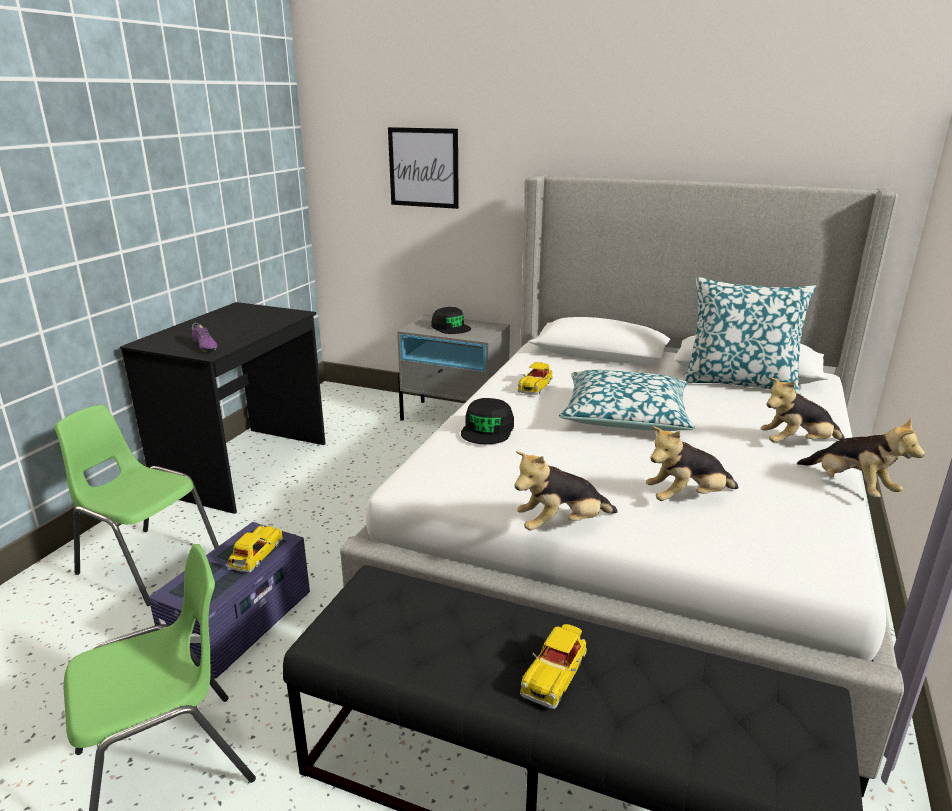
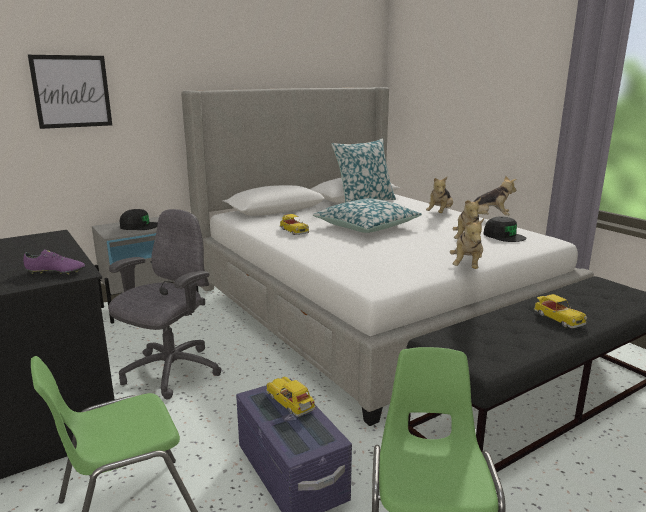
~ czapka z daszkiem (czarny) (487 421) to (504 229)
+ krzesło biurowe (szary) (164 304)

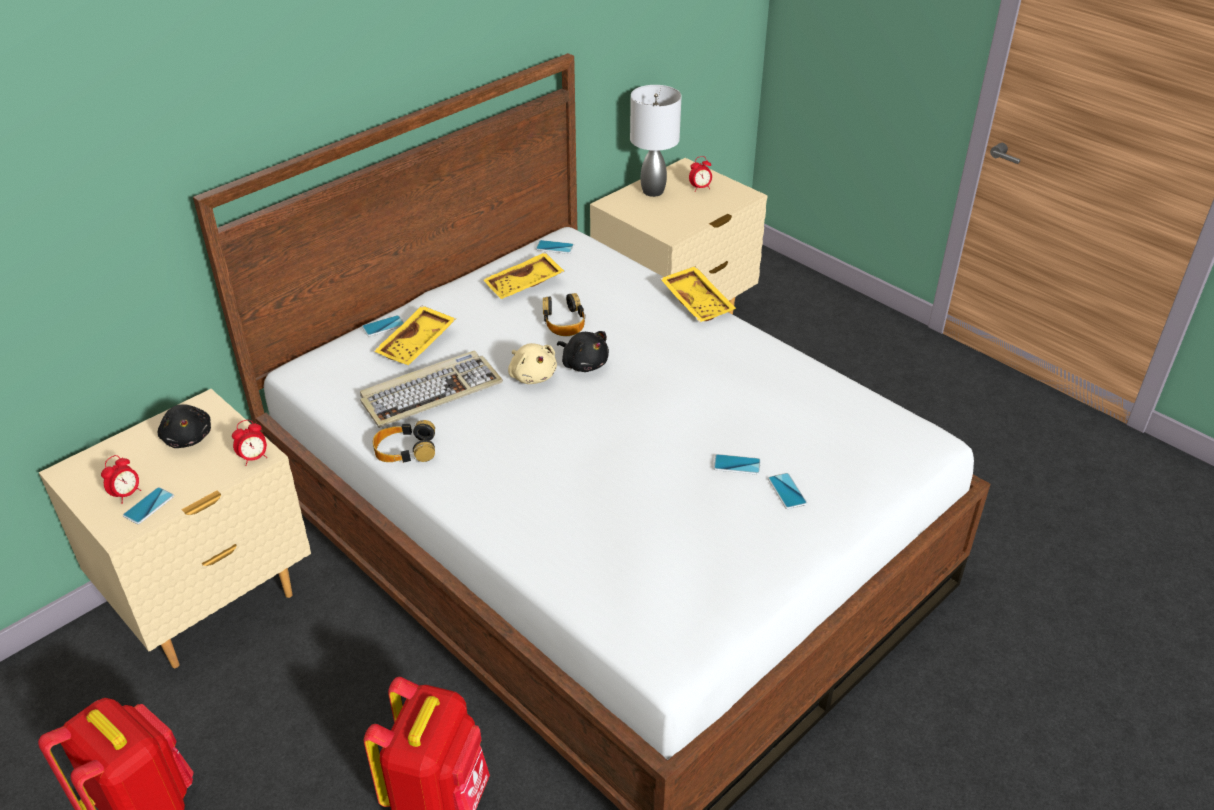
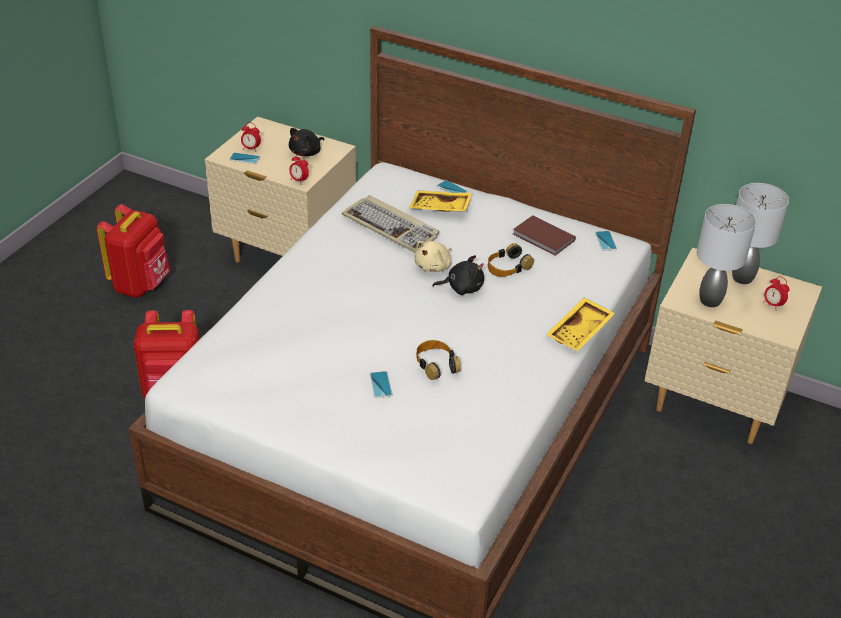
~ słuchawki (404 441) to (439 360)
~ taca (żółty) (523 275) to książka (brązowy) (544 235)
~ pluszak (czarny) (583 351) = (458 275) 120 degrees counterclockwise
- telefon (787 491)
+ lampa stołowa (szary) (726 255)

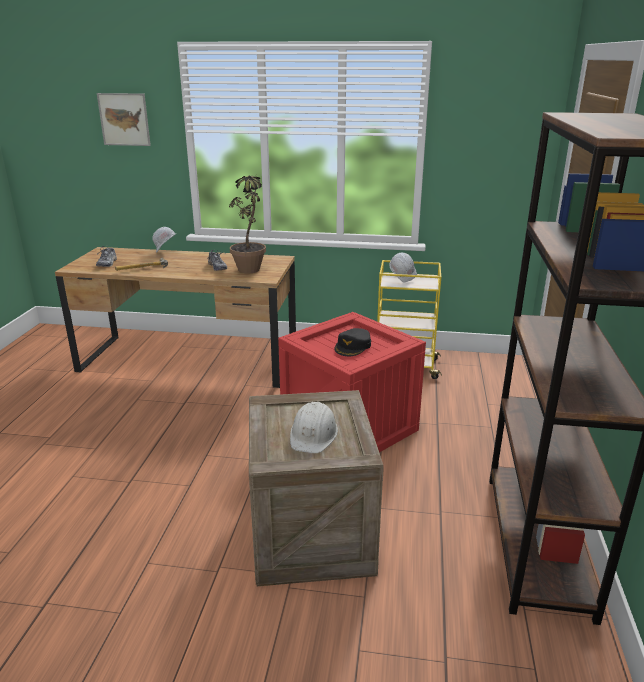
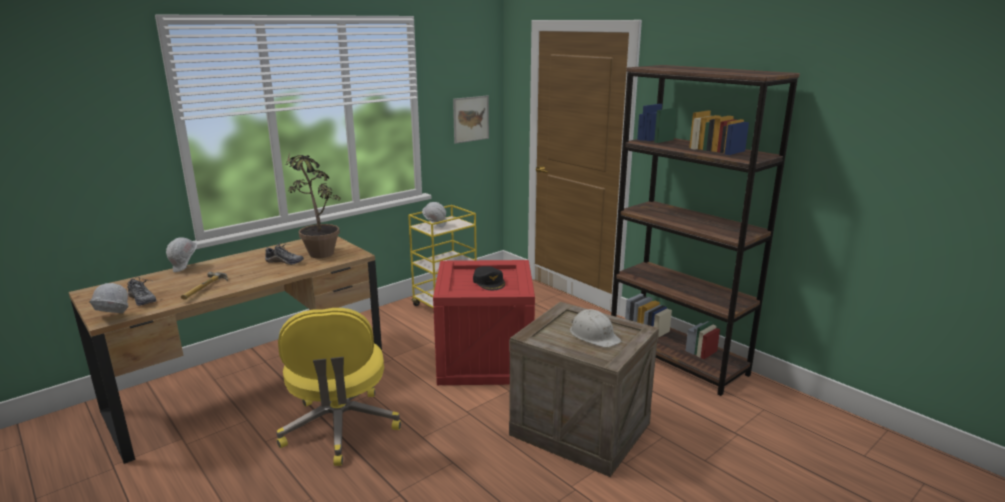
~ obraz (124 119) to (471 119)
+ kask (biały) (108 298)
+ krzesło biurowe (żółty) (339 387)

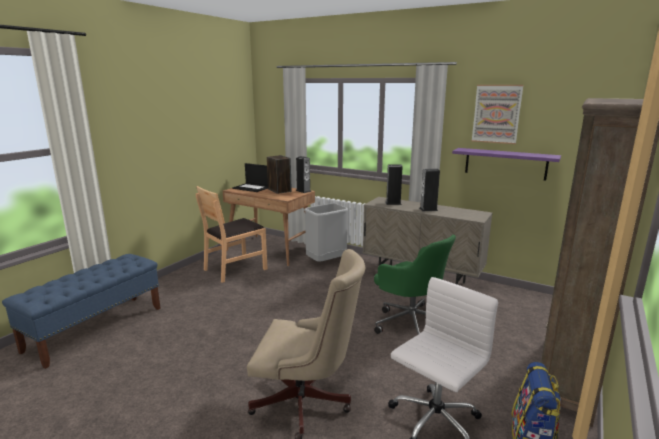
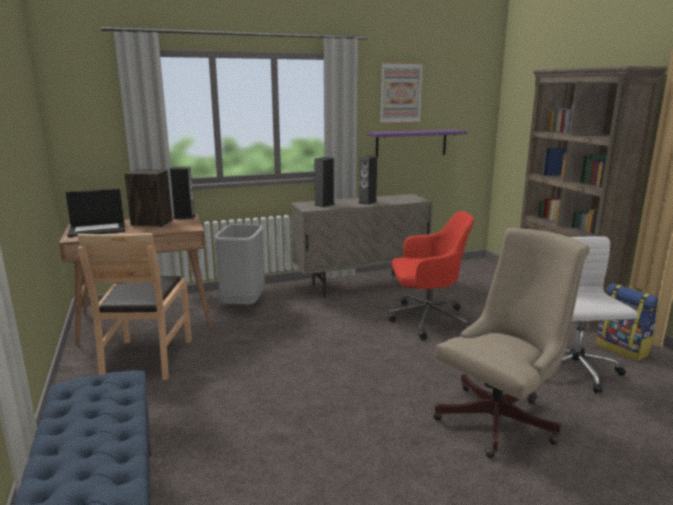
~ krzesło biurowe (zielony) (415 285) to krzesło biurowe (czerwony) (431 275)

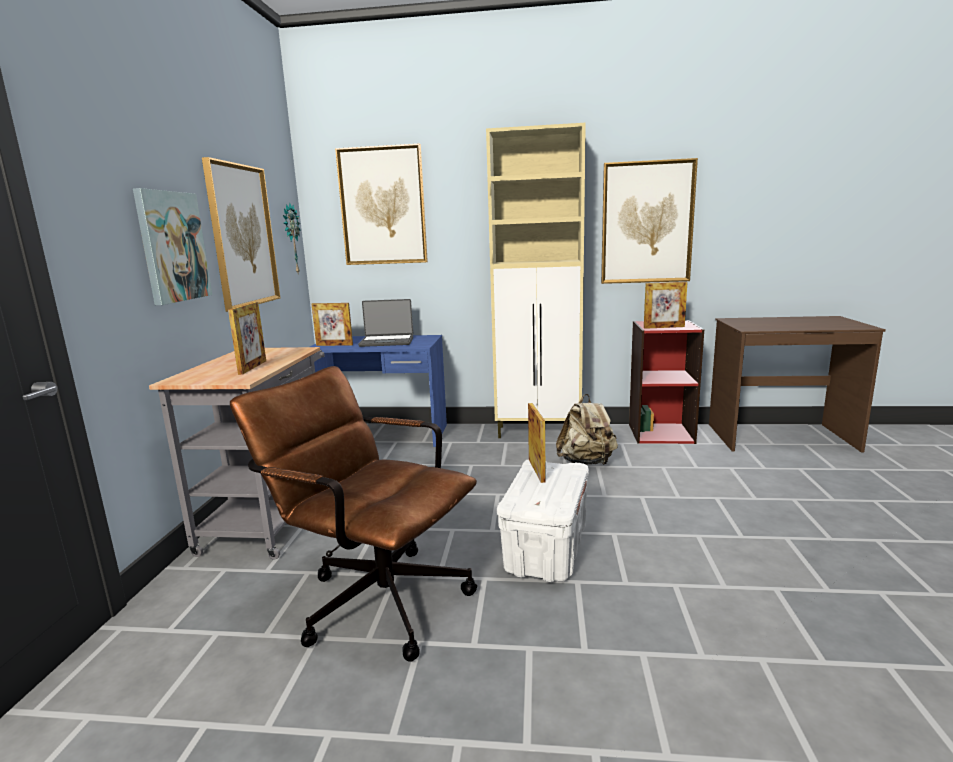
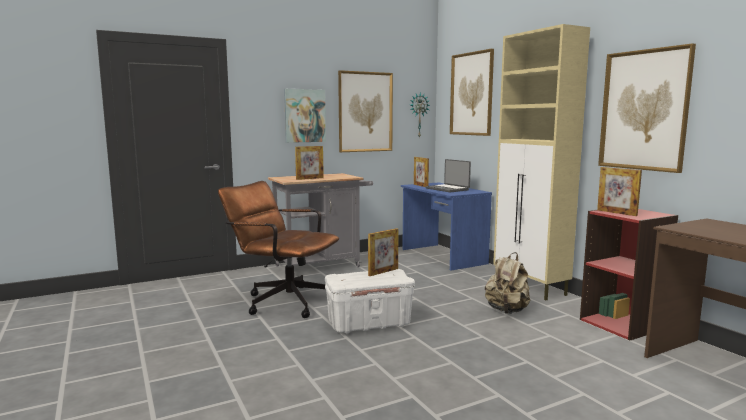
~ krzesło biurowe (brązowy) (353 514) = (278 249) 60 degrees counterclockwise

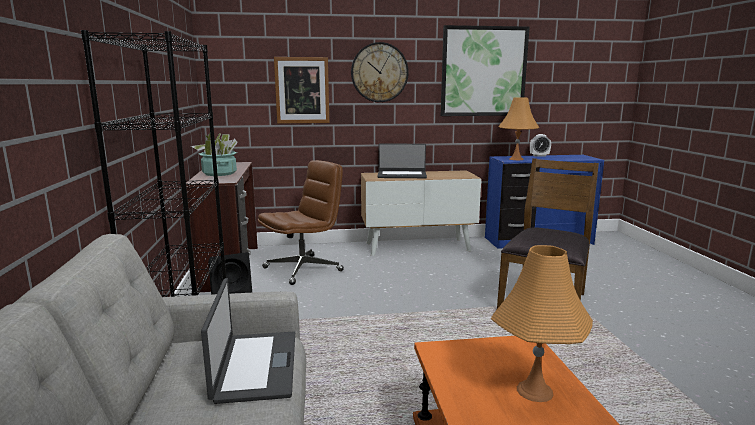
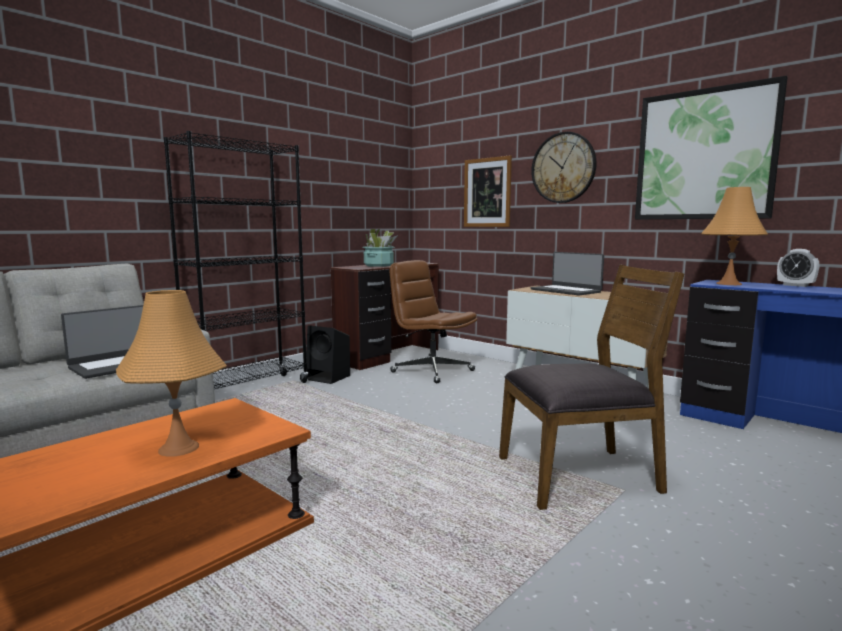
~ krzesło biurowe (brązowy) (301 222) = (433 321) 150 degrees counterclockwise

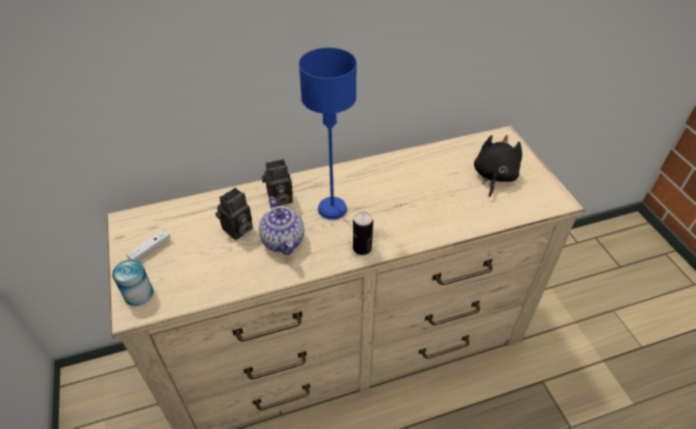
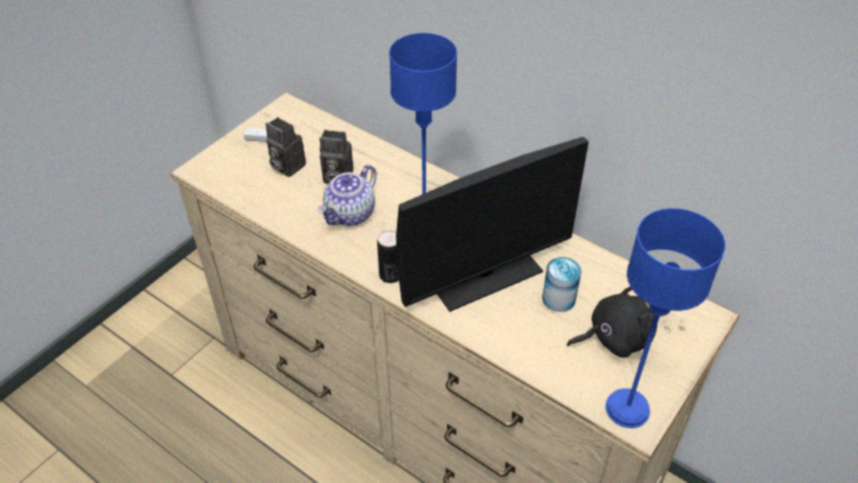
~ puszka (132 282) to (561 284)
~ aparat fotograficzny (277 182) to (286 147)
+ monitor (492 224)
+ lampa stołowa (niebieski) (665 318)

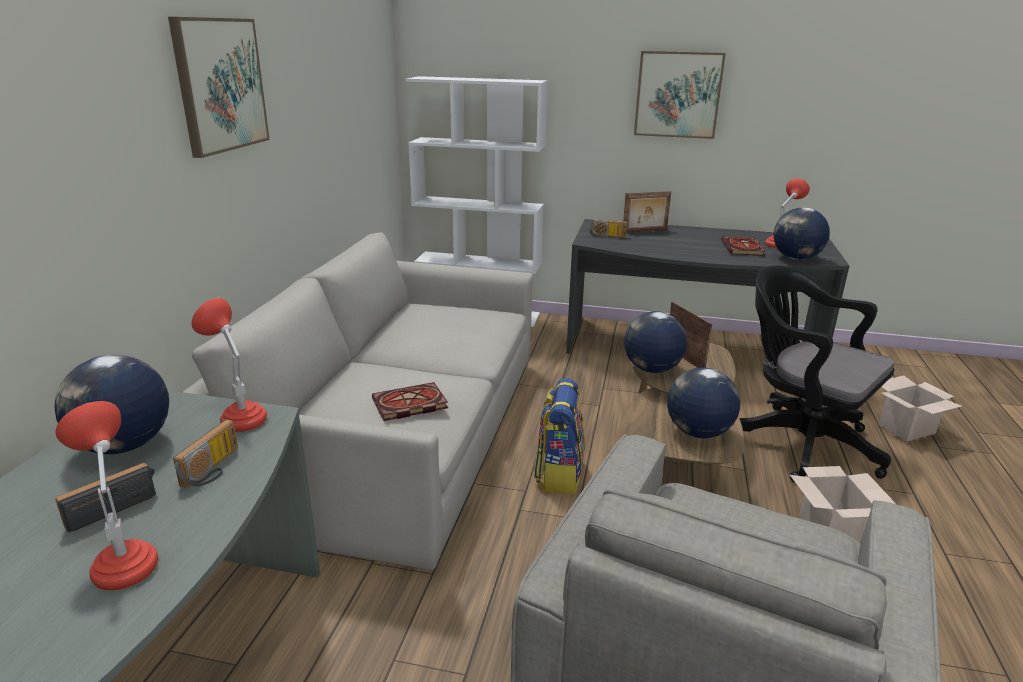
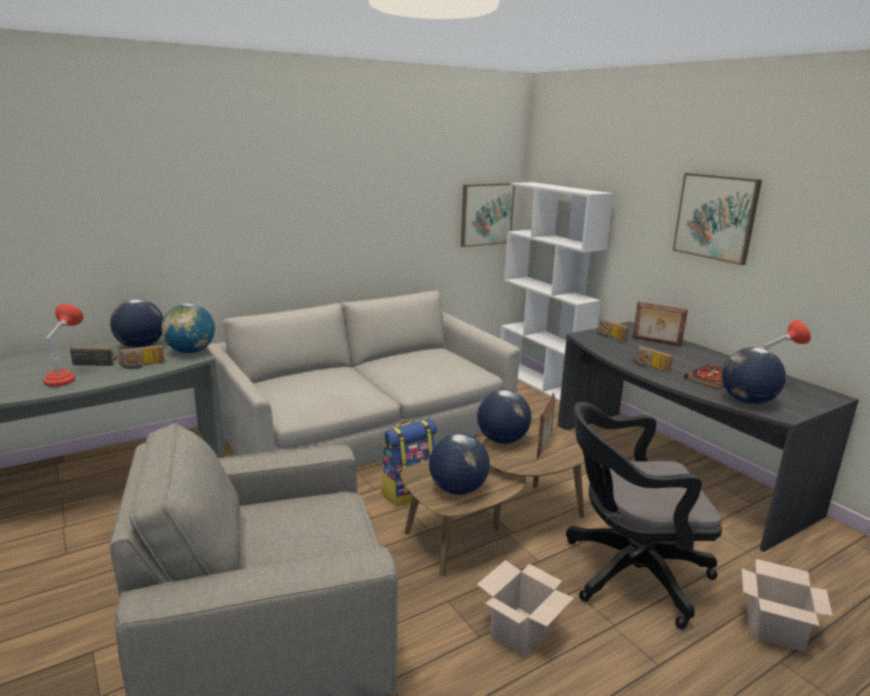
~ obraz (219 87) to (488 215)
~ lampa stołowa (czerwony) (229 365) to globus (188 329)
- książka (410 401)
~ krzesło biurowe (czarny) (817 373) = (644 515) 90 degrees counterclockwise
+ radio (652 359)

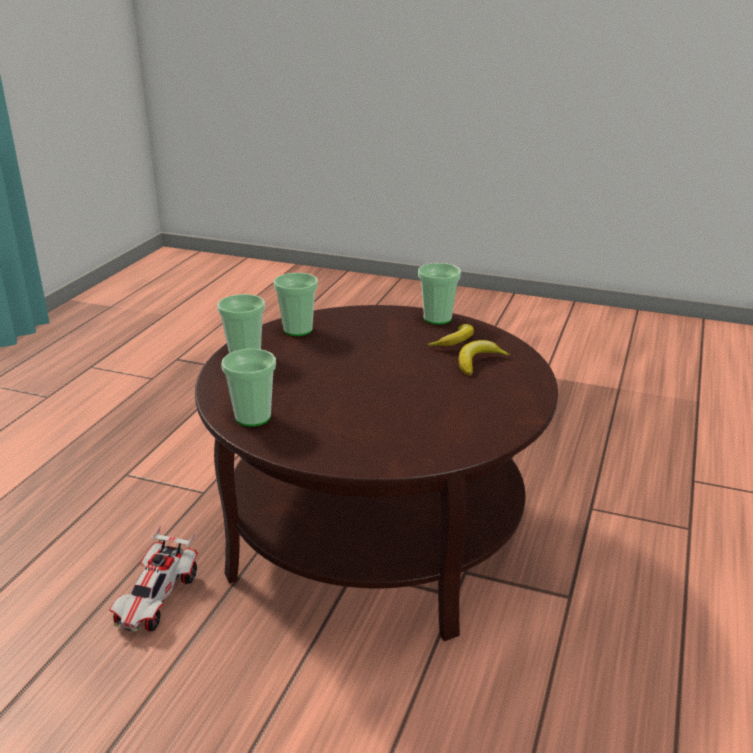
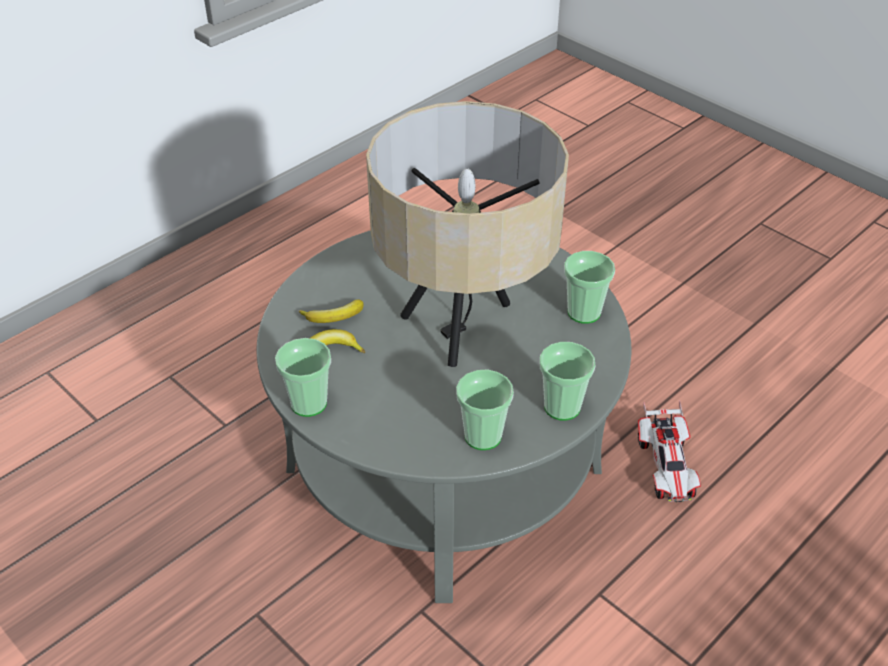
~ samochodzik (153 578) = (669 451) 135 degrees clockwise
~ ława (brązowy) (376 473) to ława (szary) (444 416)
+ lampa stołowa (beżowy) (467 234)

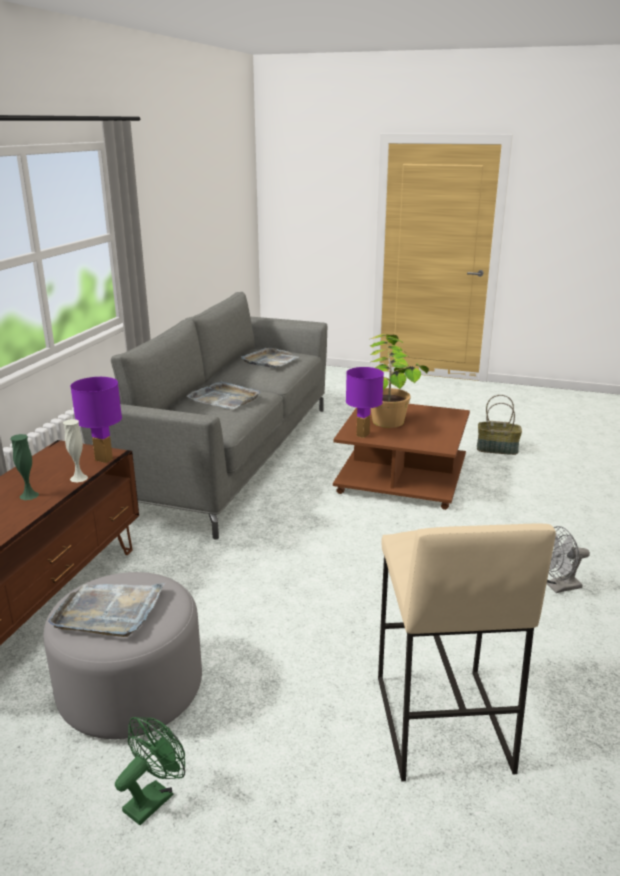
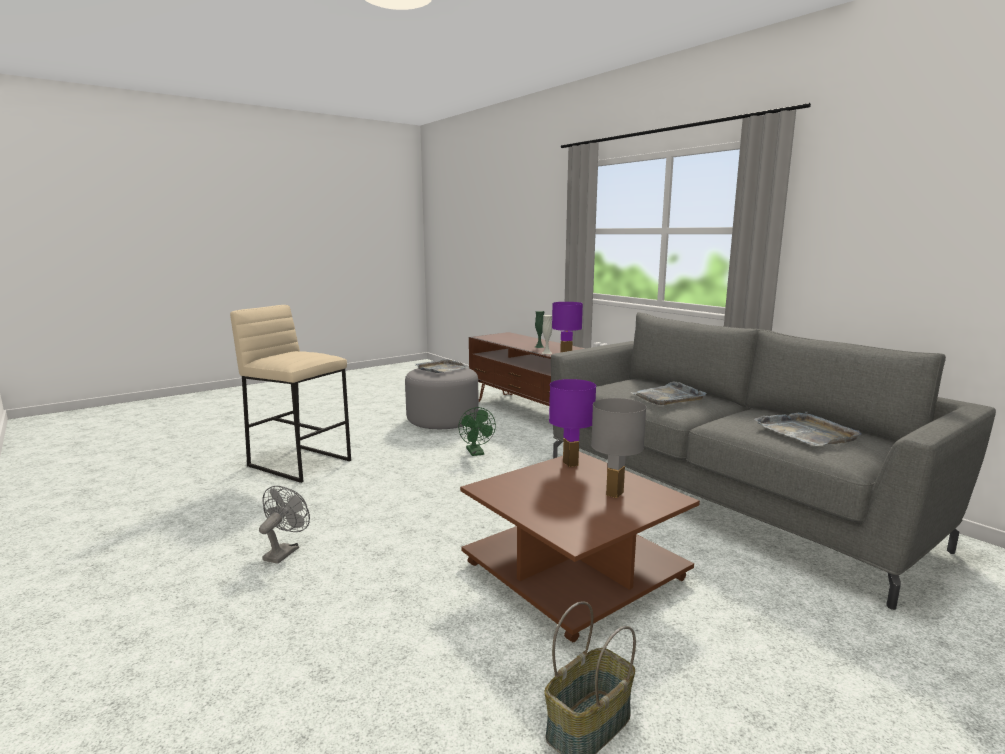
~ wentylator (zielony) (150 771) to (477 431)
~ roślina doniczkowa (399 381) to lampa stołowa (szary) (618 448)

